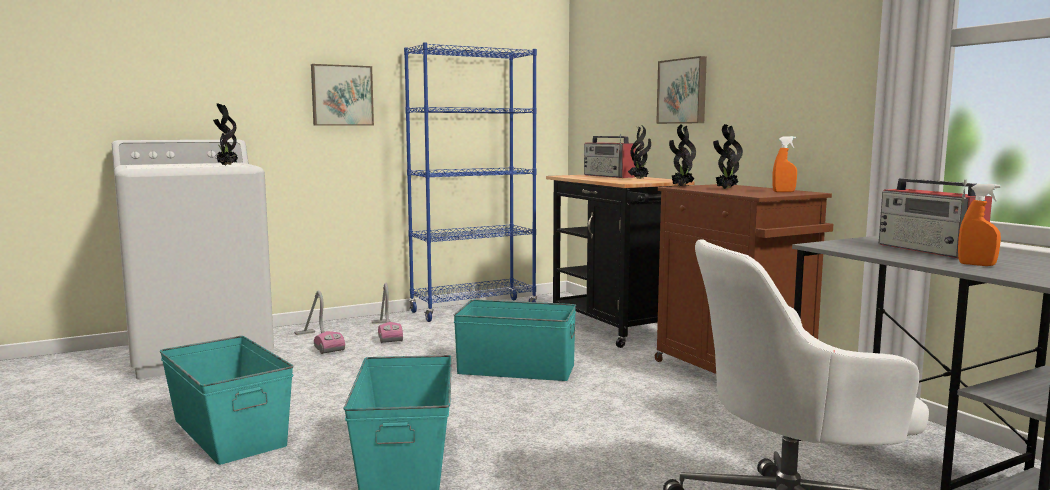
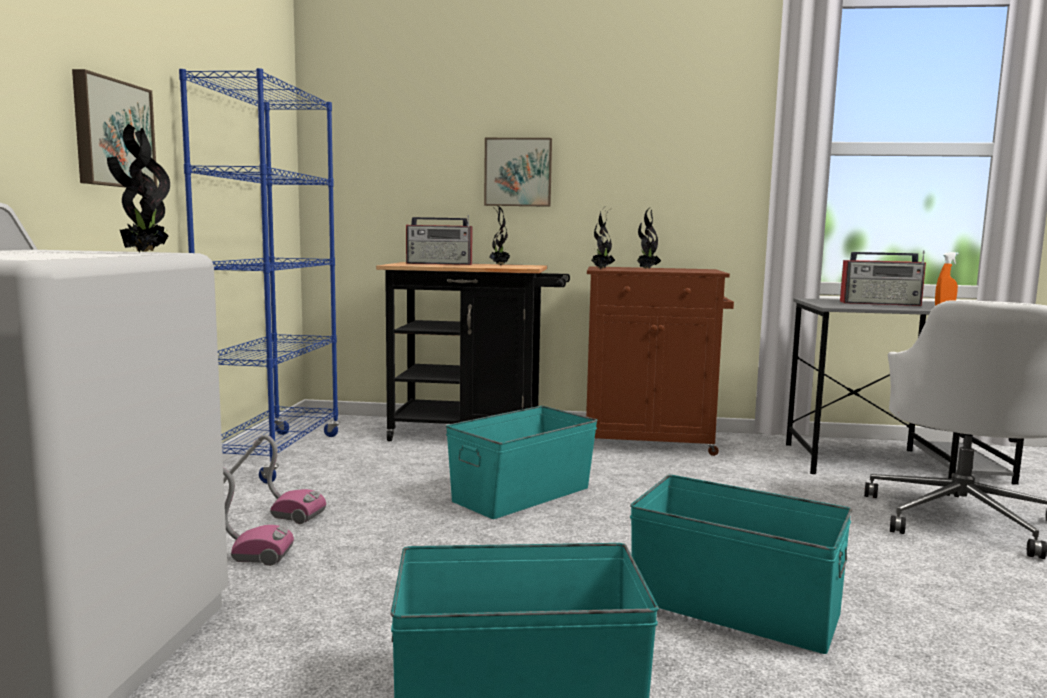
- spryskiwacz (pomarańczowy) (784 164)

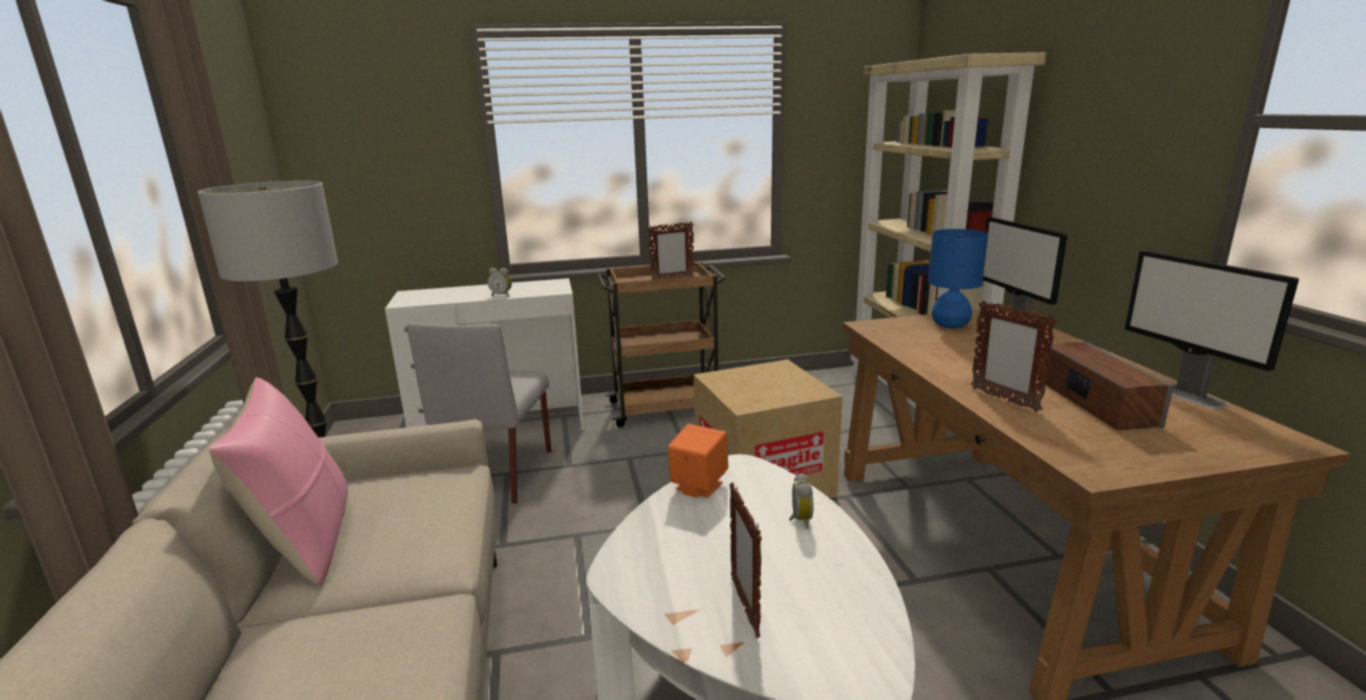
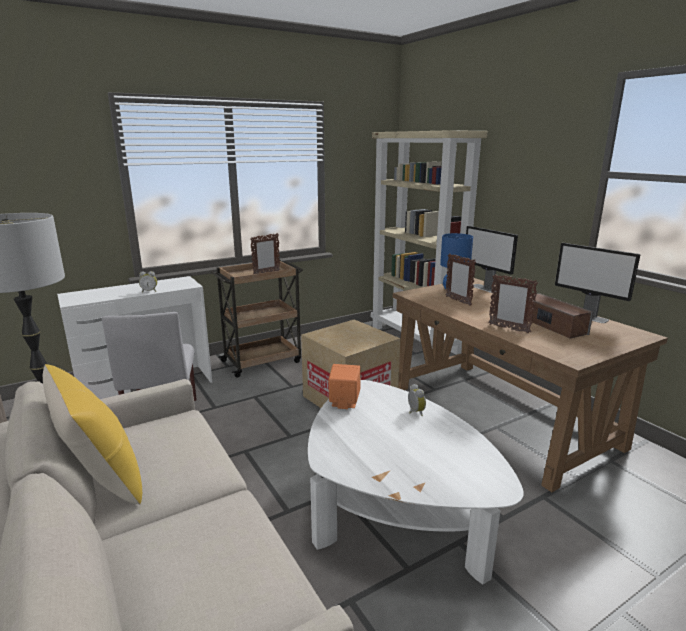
~ poduszka (różowy) (278 481) to poduszka (żółty) (92 434)
~ ramka na zdjęcie (746 560) to (461 279)

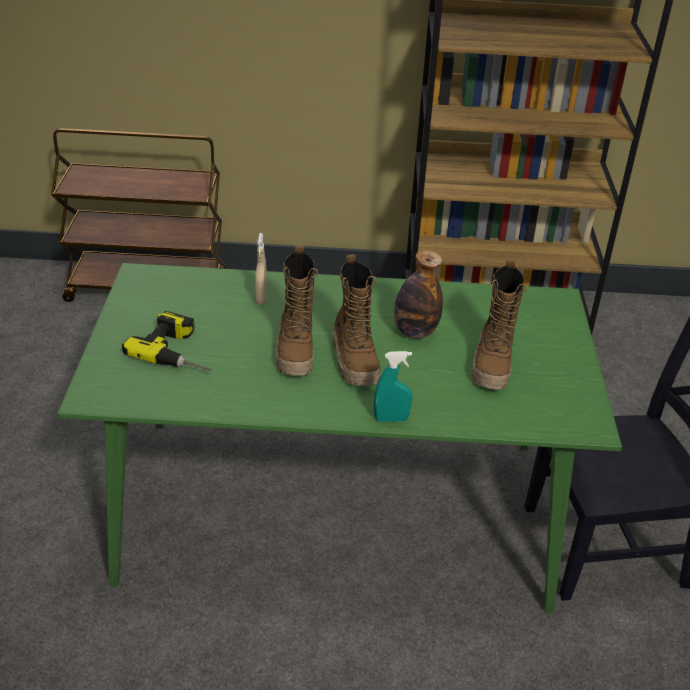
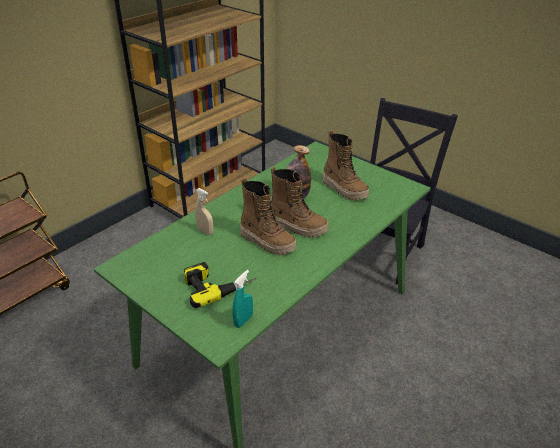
~ spryskiwacz (turkusowy) (393 386) to (242 299)

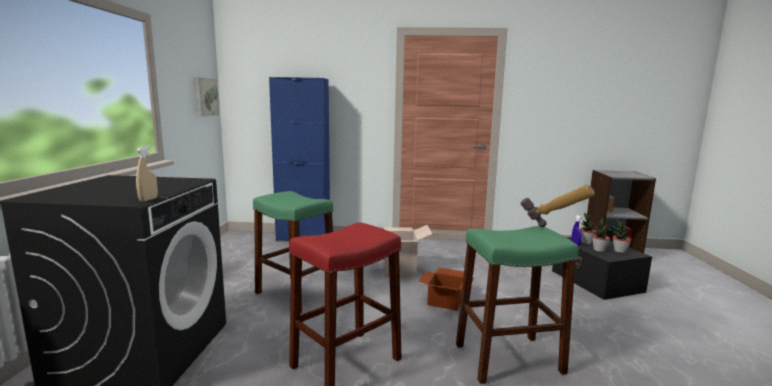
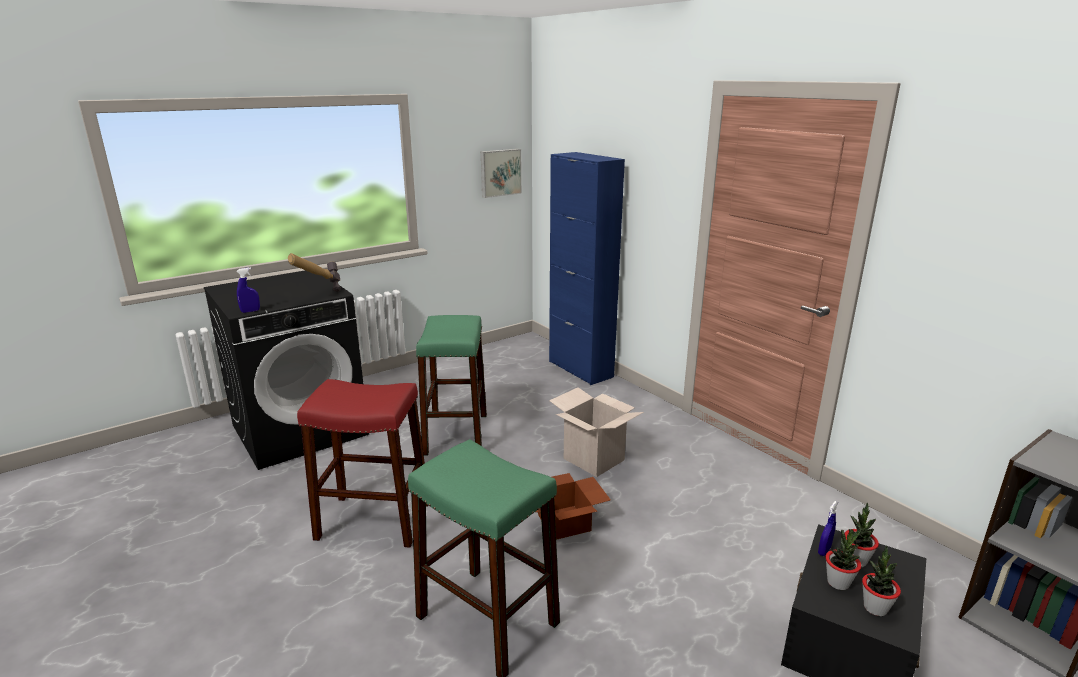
~ spryskiwacz (beżowy) (147 174) to spryskiwacz (niebieski) (248 290)
~ młotek (557 206) to (314 272)

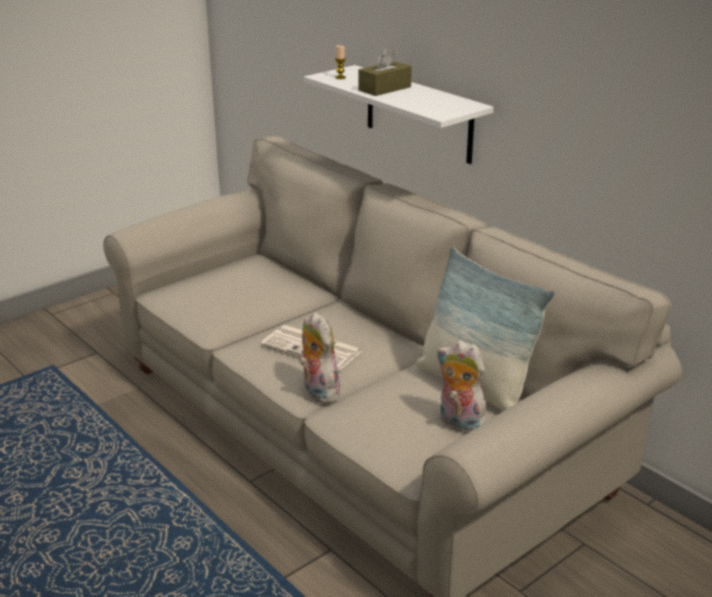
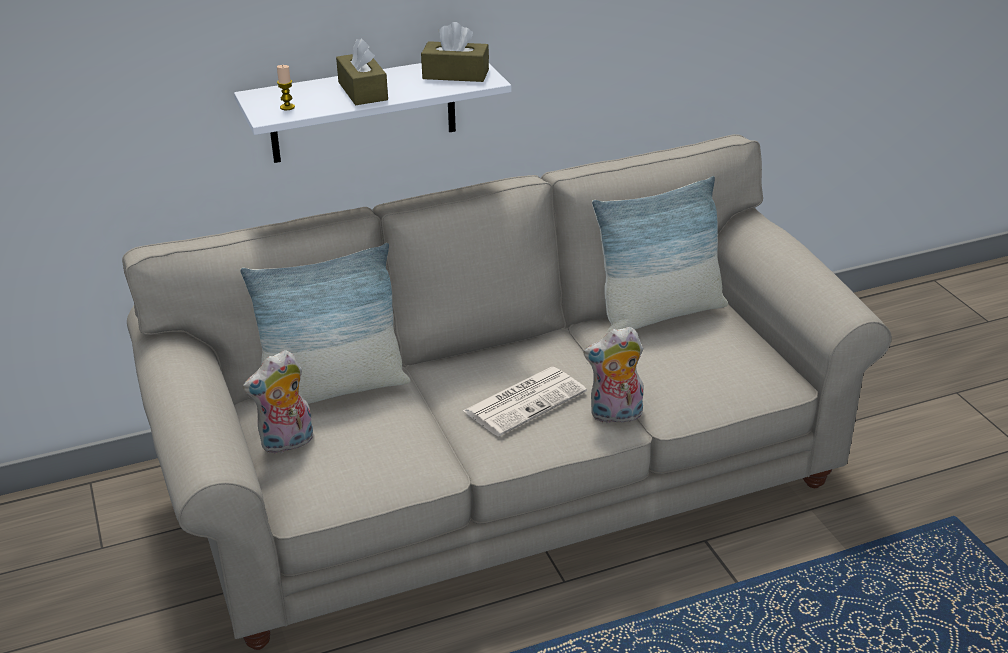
~ pluszak (461 387) to (278 402)
+ poduszka (325 323)
+ pudełko chusteczek (brązowy) (455 52)

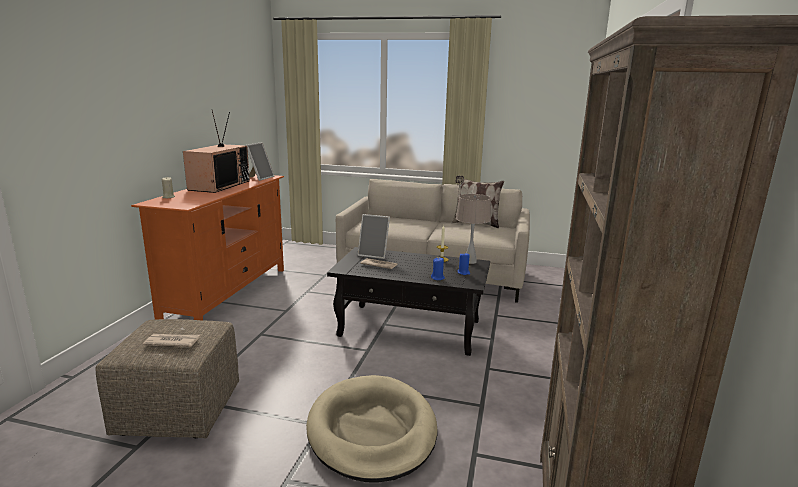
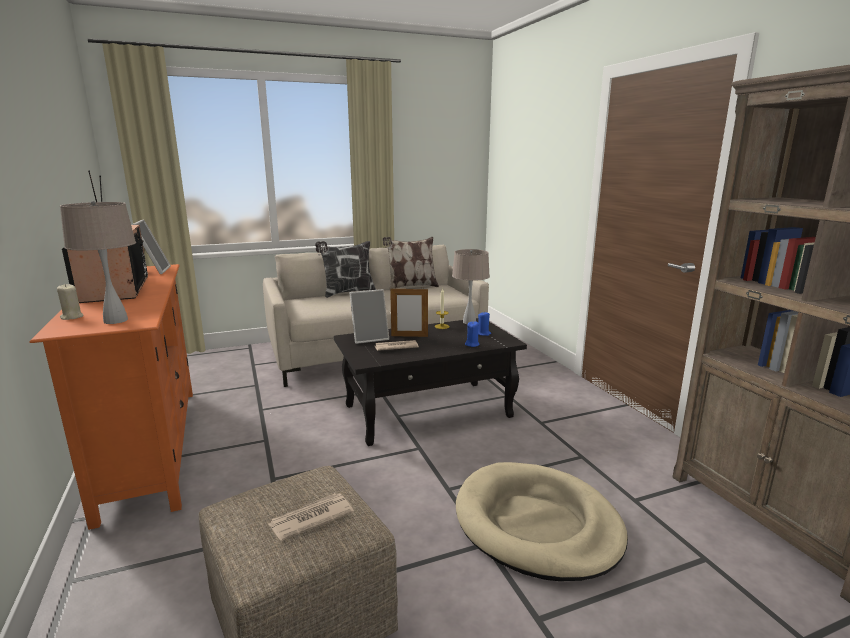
+ lampa stołowa (beżowy) (98 262)
+ poduszka (345 269)
+ ramka na zdjęcie (409 312)

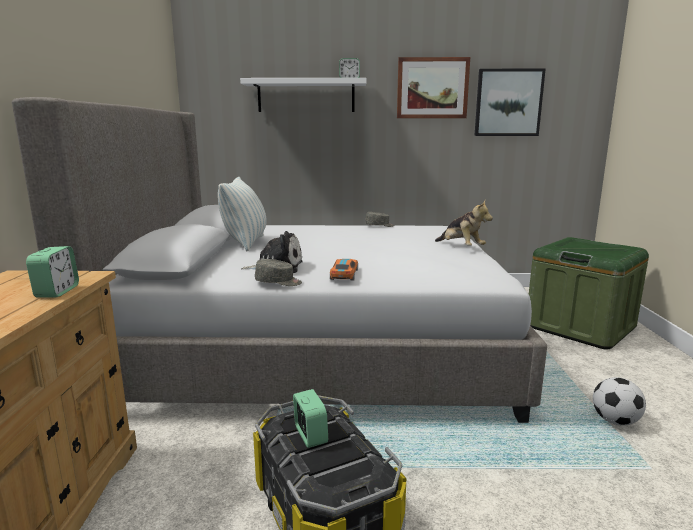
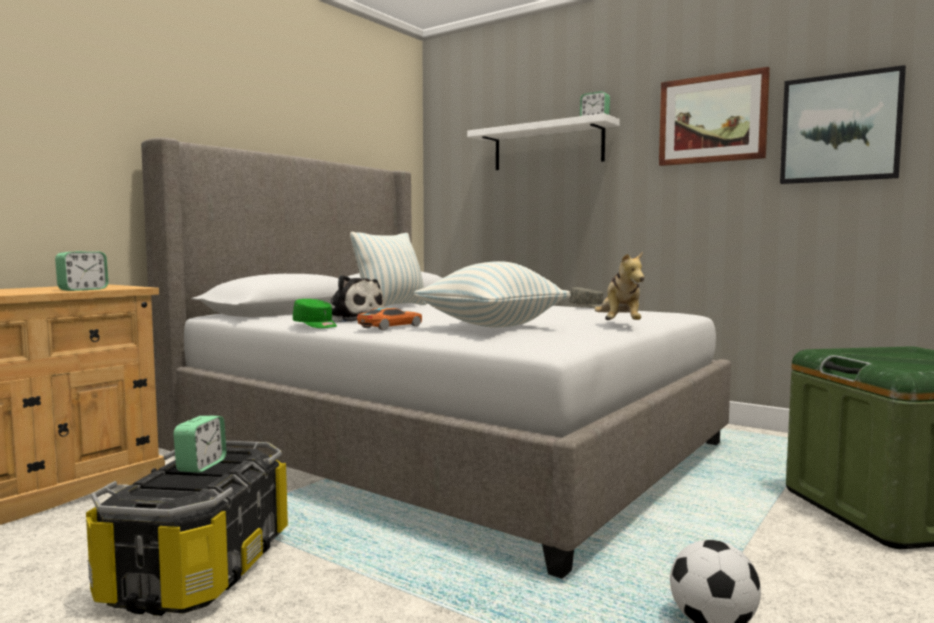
~ czapka z daszkiem (szary) (278 272) to czapka z daszkiem (zielony) (315 313)
+ poduszka (492 294)

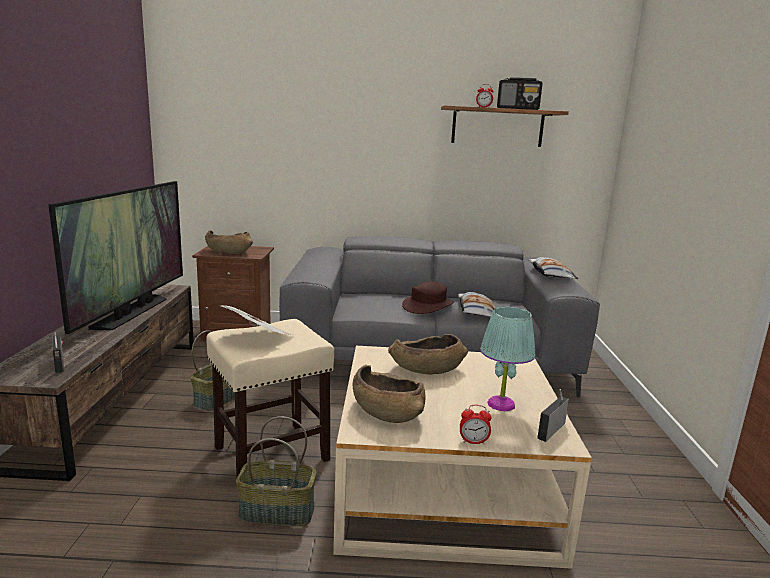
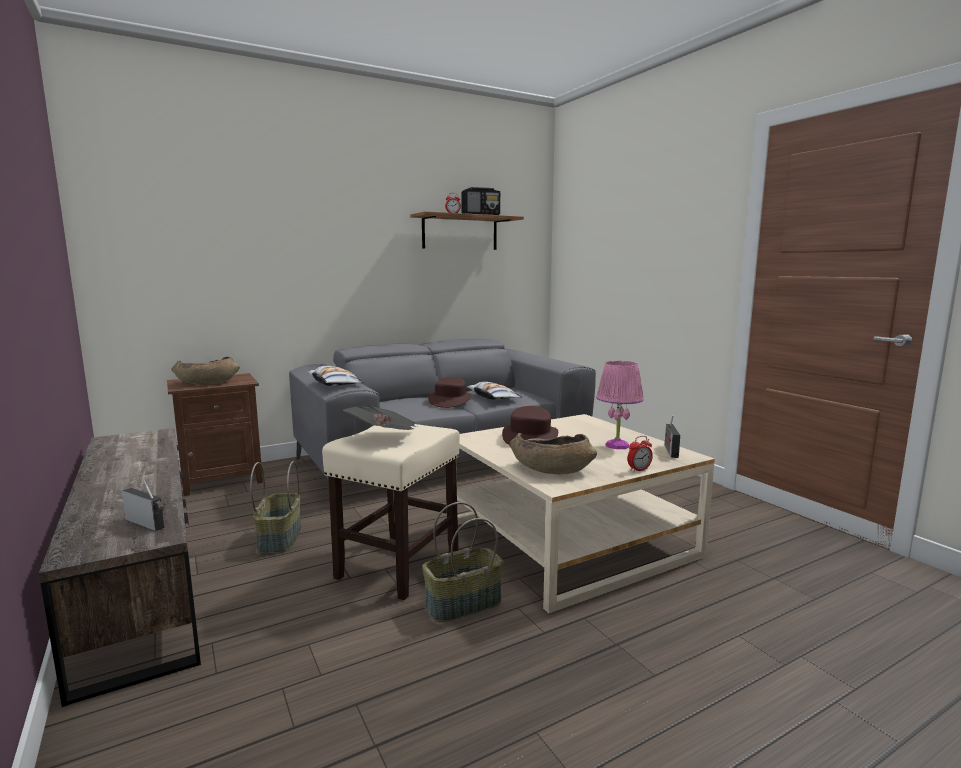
- telewizor (115 257)
~ miska (brązowy) (428 354) to kapelusz (brązowy) (530 425)
~ lampa stołowa (turkusowy) (508 359) to lampa stołowa (różowy) (620 405)
~ poduszka (553 268) to (336 376)

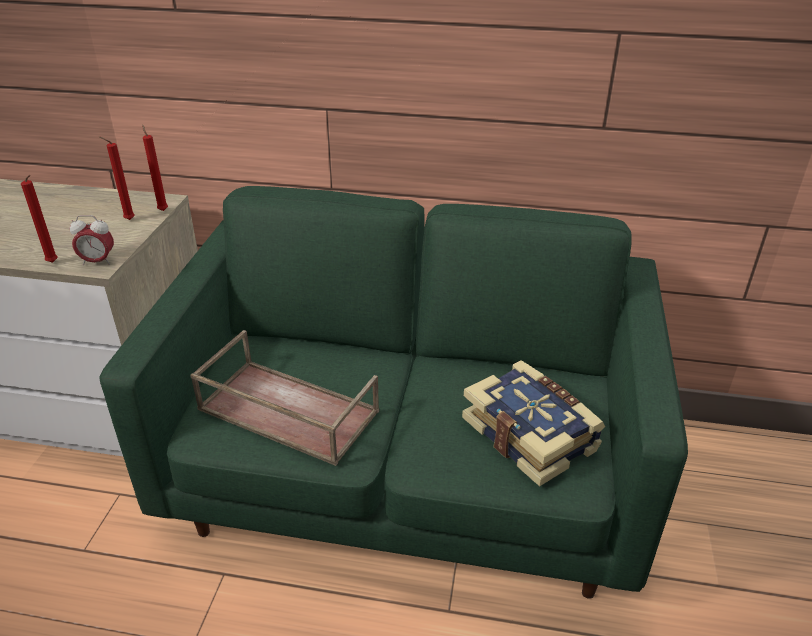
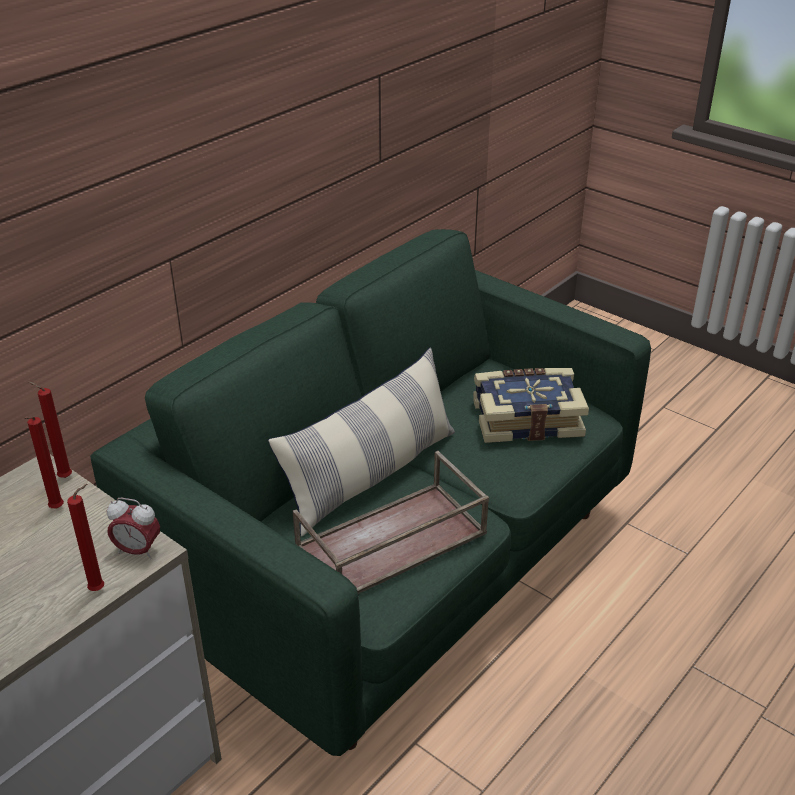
~ budzik (91 240) = (133 528) 75 degrees clockwise
+ poduszka (361 442)

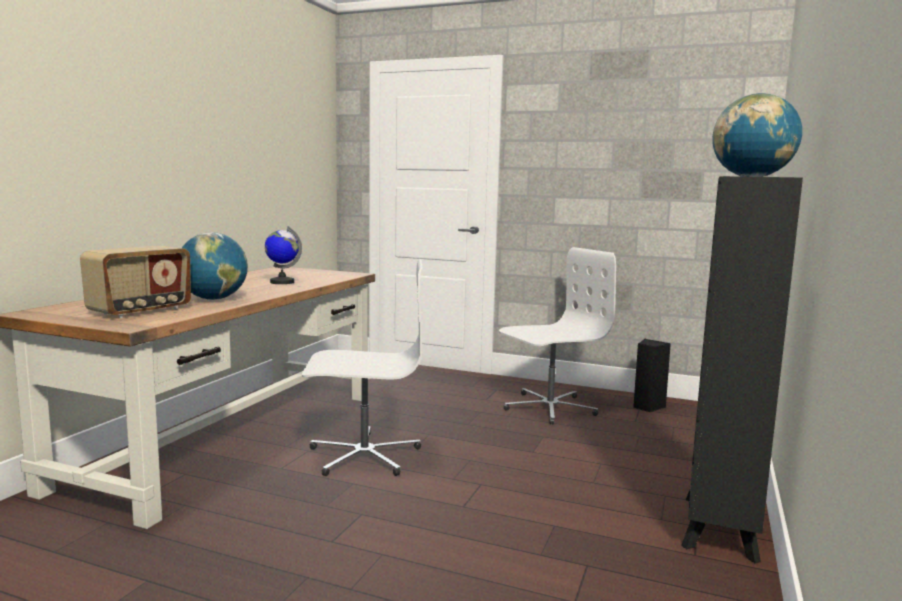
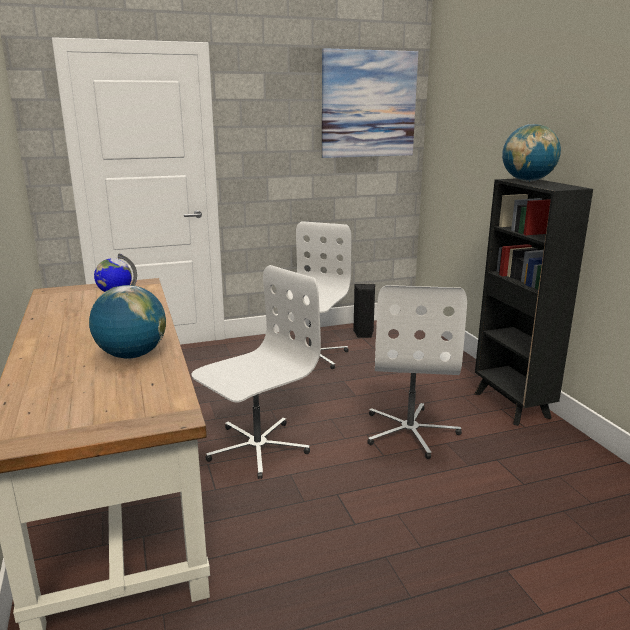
- radio (135 282)
+ obraz (370 103)
+ krzesło biurowe (biały) (417 372)

